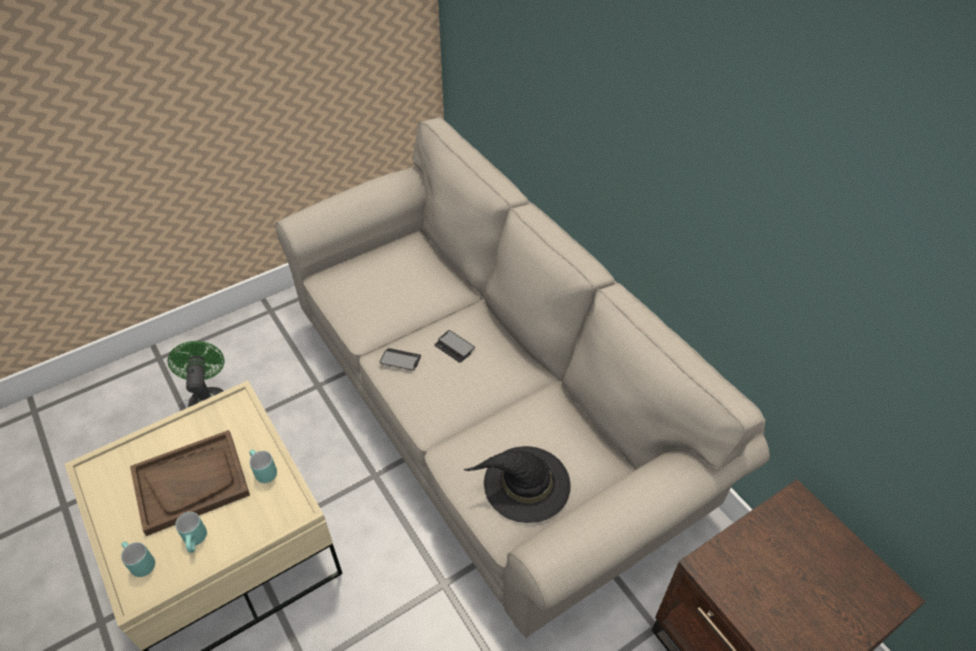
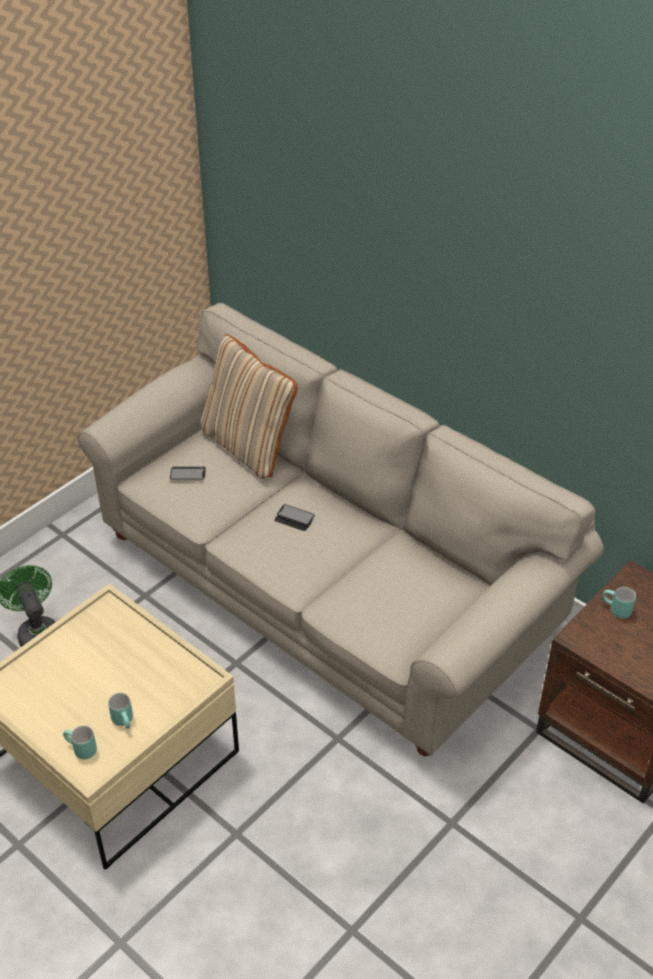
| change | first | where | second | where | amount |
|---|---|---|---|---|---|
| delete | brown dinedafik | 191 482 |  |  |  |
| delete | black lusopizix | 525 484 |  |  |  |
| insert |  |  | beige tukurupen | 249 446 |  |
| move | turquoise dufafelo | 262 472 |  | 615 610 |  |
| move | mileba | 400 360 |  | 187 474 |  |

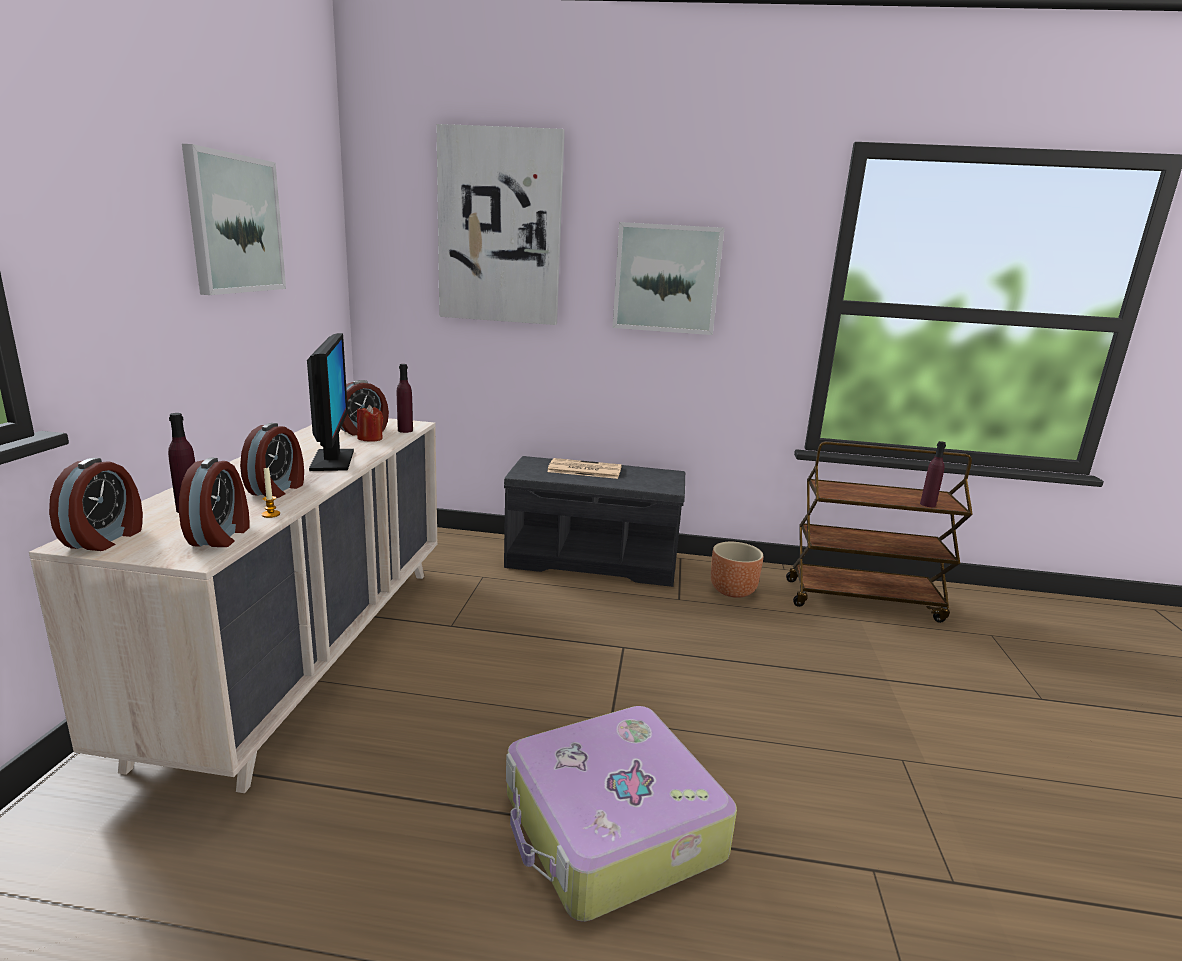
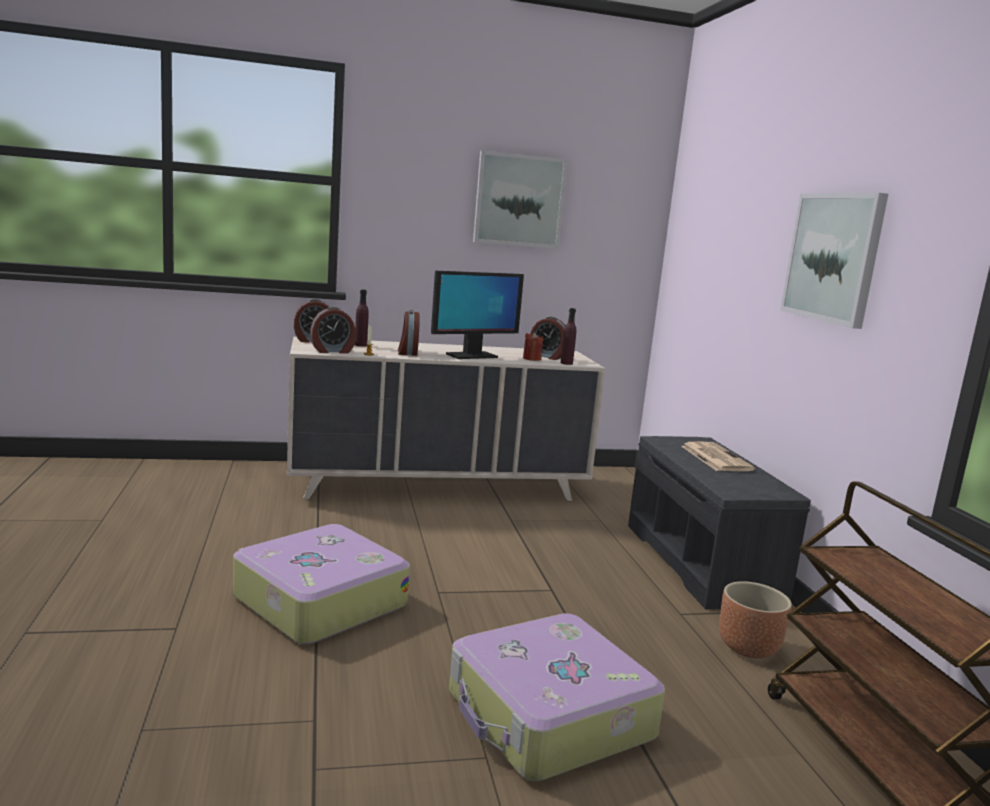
| change | first | where | second | where | amount |
|---|---|---|---|---|---|
| delete | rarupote | 500 228 |  |  |  |
| delete | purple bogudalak | 928 504 |  |  |  |
| insert |  |  | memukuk | 548 717 |  |
| rotate | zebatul | 278 489 |  | 407 352 | 90 degrees clockwise |

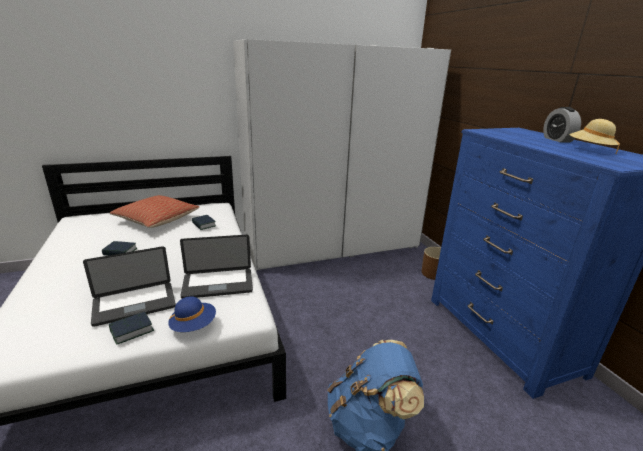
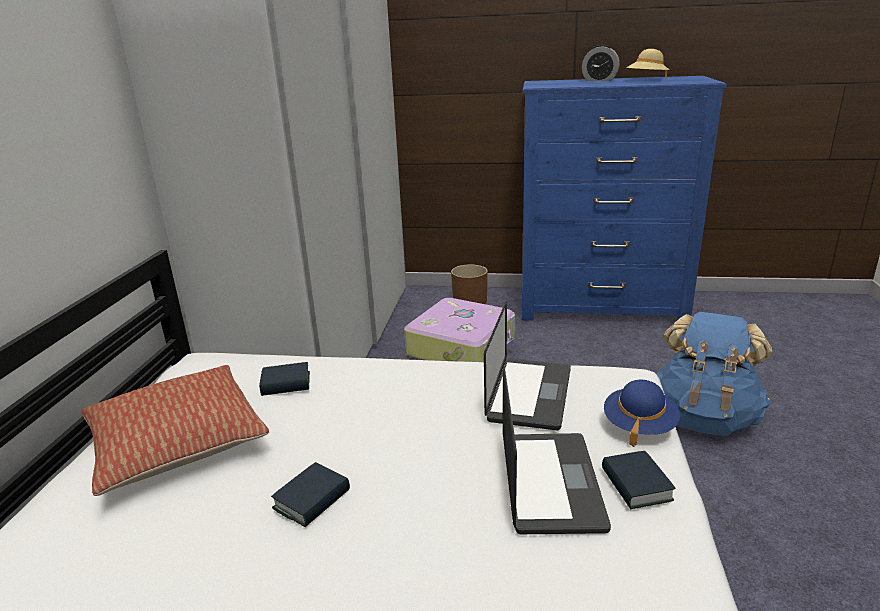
| change | first | where | second | where | amount |
|---|---|---|---|---|---|
| insert |  |  | memukuk | 462 347 |  |

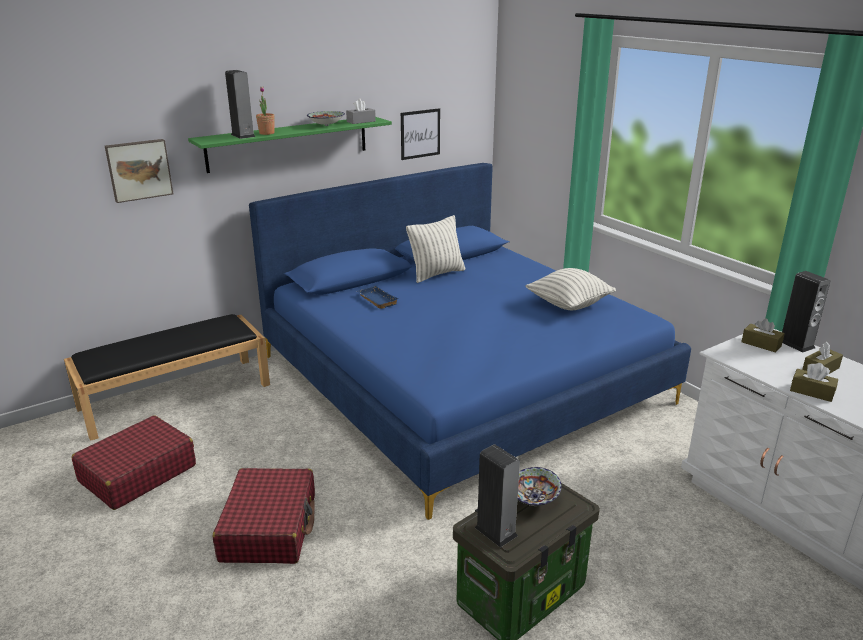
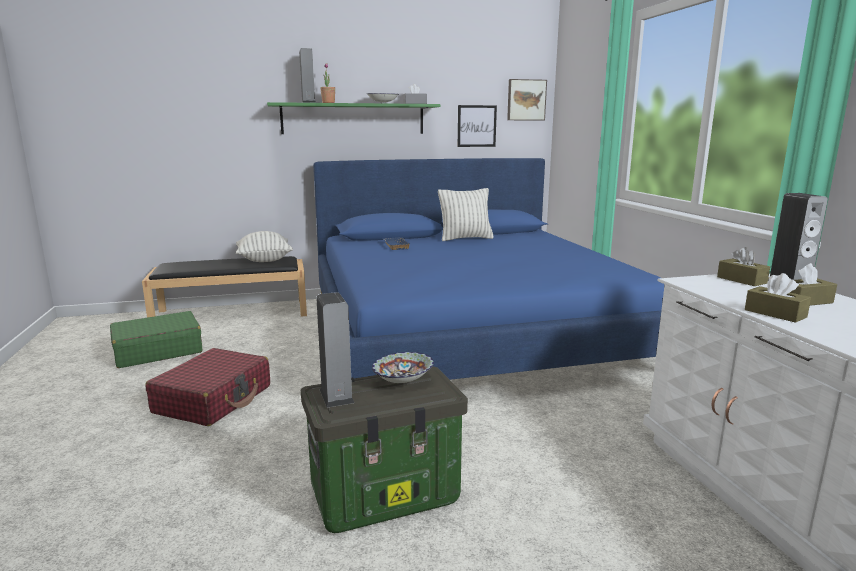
| change | first | where | second | where | amount |
|---|---|---|---|---|---|
| move | rarupote | 139 170 |  | 526 100 |  |
| move | tukurupen | 568 304 |  | 264 260 |  |
| recolor | red memukuk | 137 473 | green memukuk | 157 351 |  |

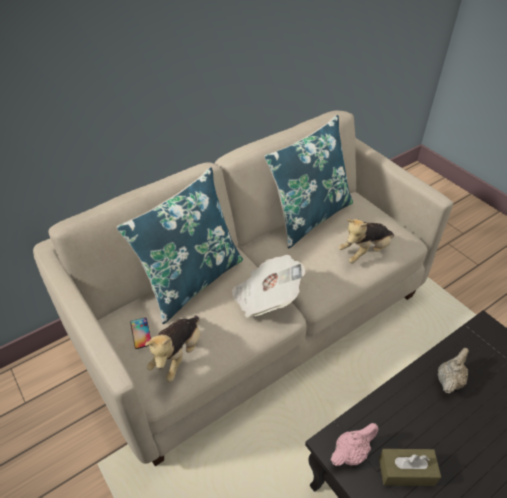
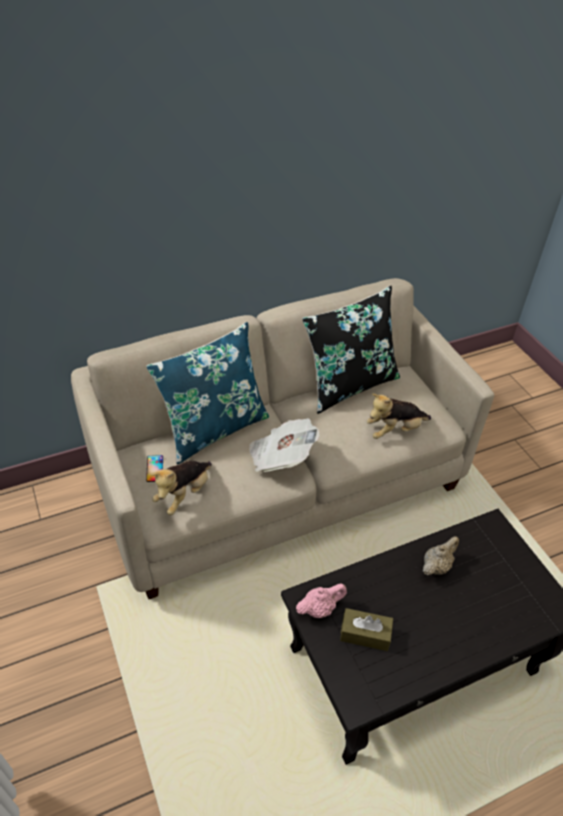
| change | first | where | second | where | amount |
|---|---|---|---|---|---|
| recolor | blue tukurupen | 309 216 | black tukurupen | 349 384 |  |

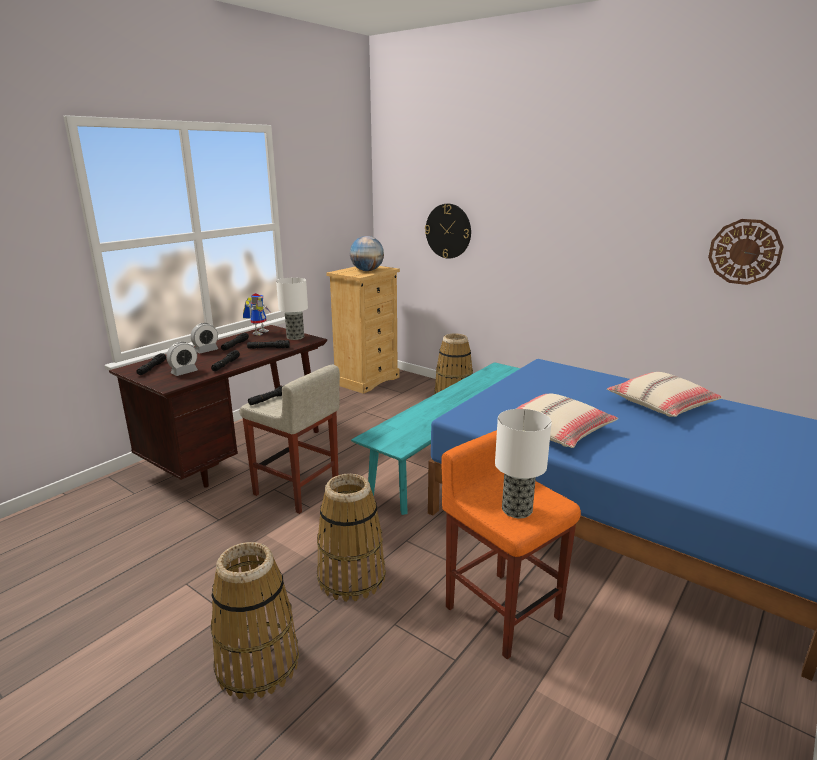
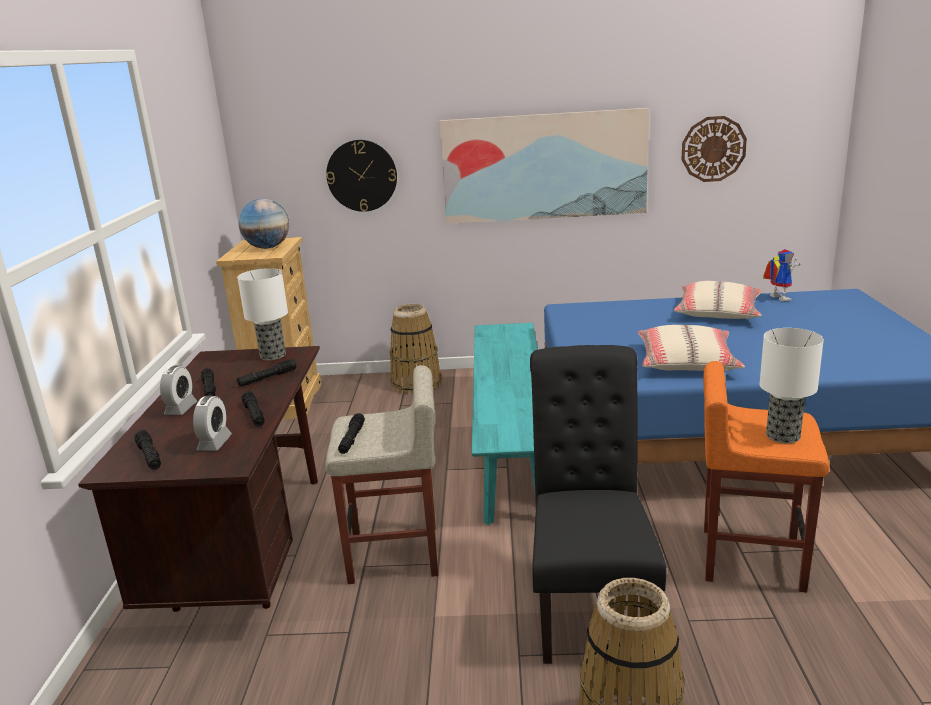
| change | first | where | second | where | amount |
|---|---|---|---|---|---|
| insert |  |  | rarupote | 544 167 |  |
| move | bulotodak | 259 332 |  | 776 298 |  |
| replace | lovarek | 352 577 | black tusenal | 590 604 |  |

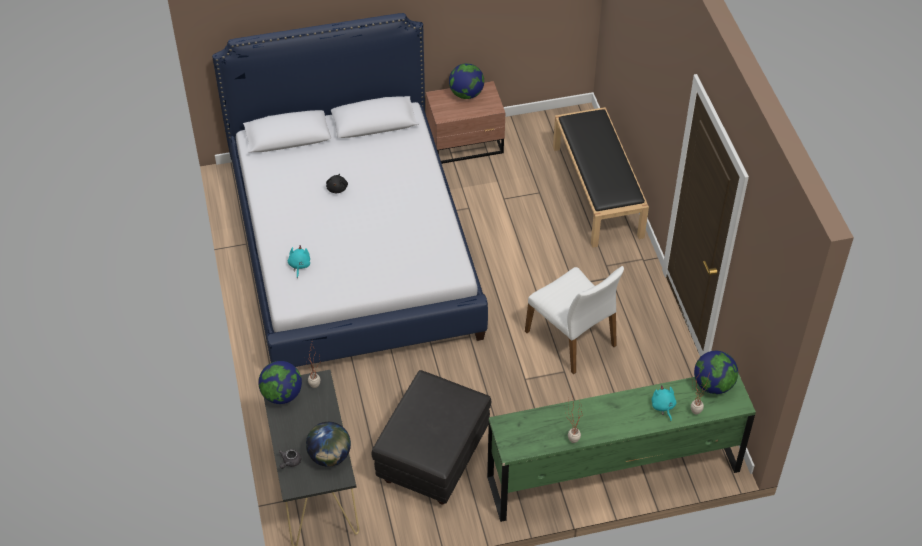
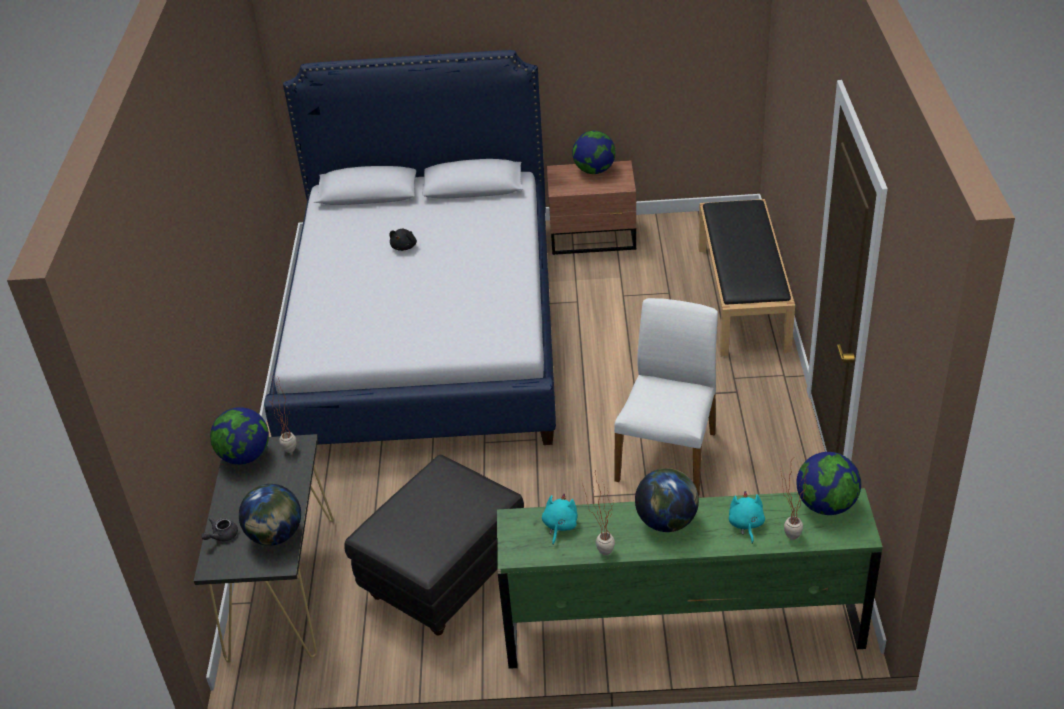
| change | first | where | second | where | amount |
|---|---|---|---|---|---|
| insert |  |  | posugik | 667 521 |  |
| move | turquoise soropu | 299 265 |  | 559 526 |  |
| rotate | white tusenal | 572 338 |  | 668 455 | 135 degrees counterclockwise |

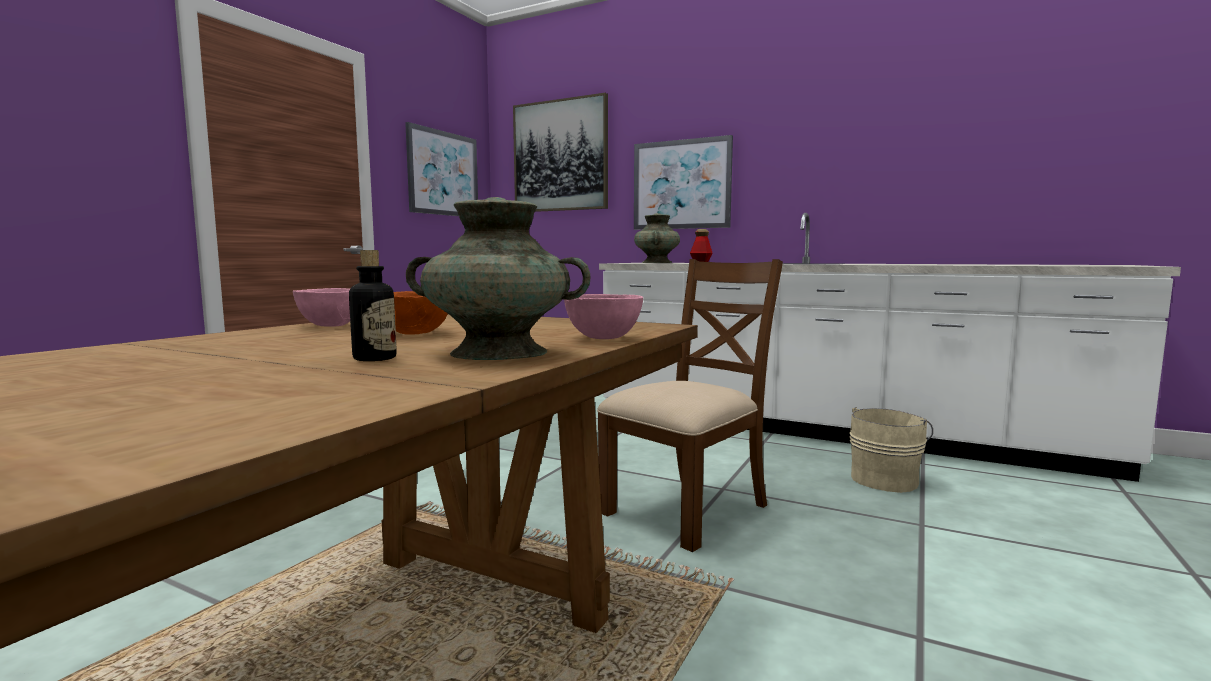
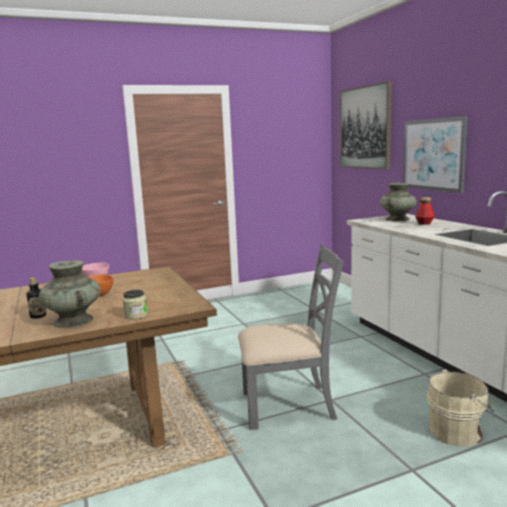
| change | first | where | second | where | amount |
|---|---|---|---|---|---|
| delete | rarupote | 443 173 |  |  |  |
| replace | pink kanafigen | 602 338 | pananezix | 136 315 |  |
| recolor | brown tusenal | 687 509 | grey tusenal | 289 405 |  |

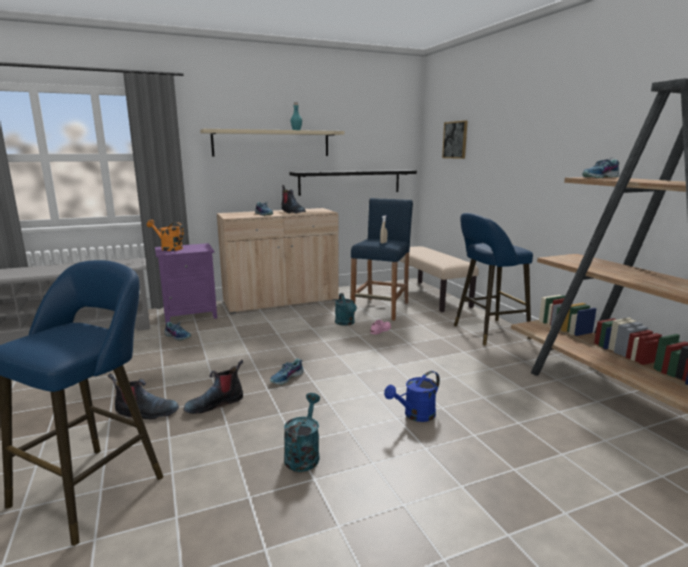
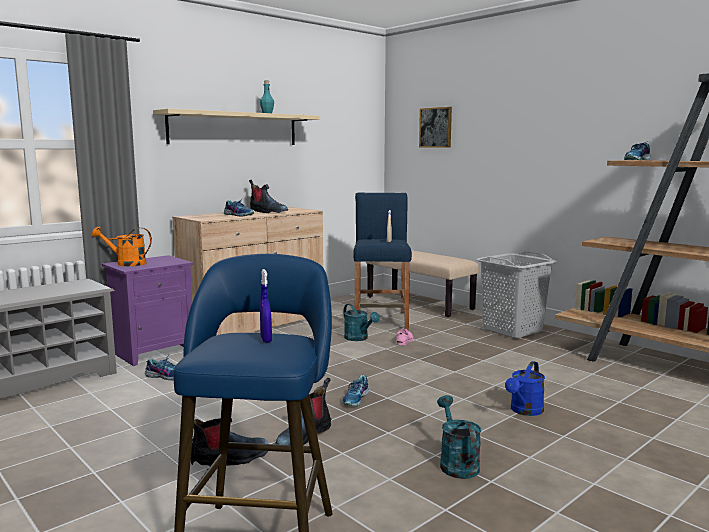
| change | first | where | second | where | amount |
|---|---|---|---|---|---|
| delete | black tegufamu | 350 182 |  |  |  |
| insert |  |  | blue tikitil | 266 339 |  |
| replace | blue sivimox | 487 332 | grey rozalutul | 512 330 |  |

